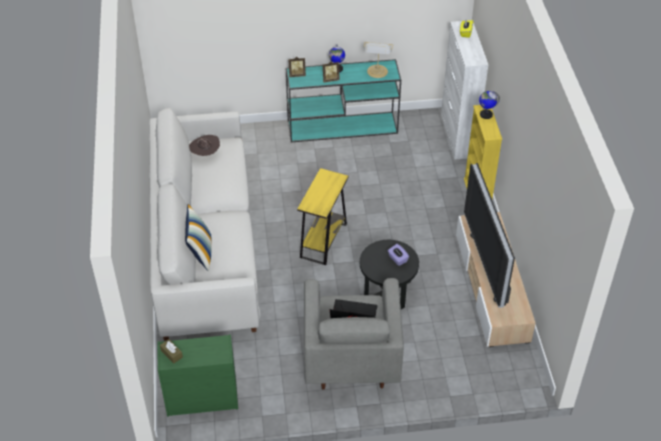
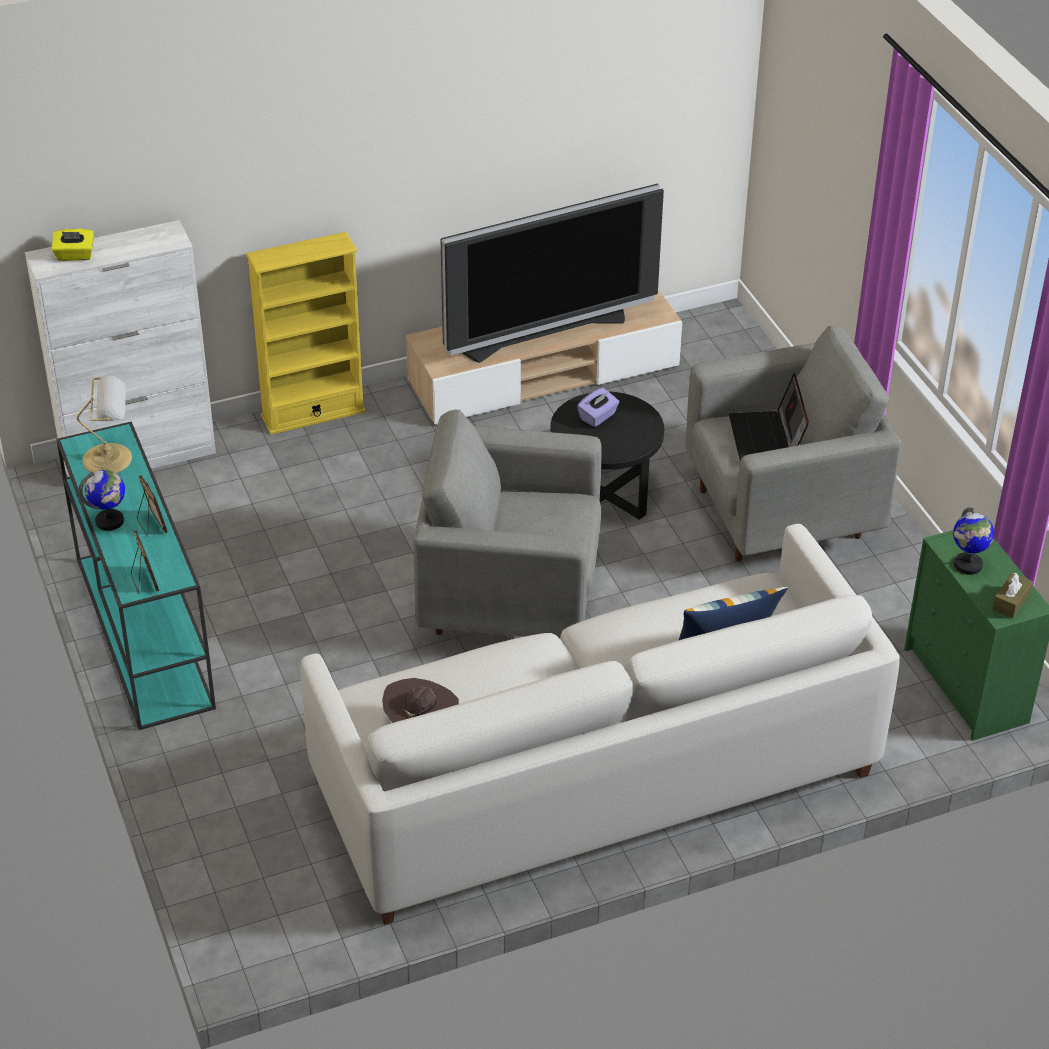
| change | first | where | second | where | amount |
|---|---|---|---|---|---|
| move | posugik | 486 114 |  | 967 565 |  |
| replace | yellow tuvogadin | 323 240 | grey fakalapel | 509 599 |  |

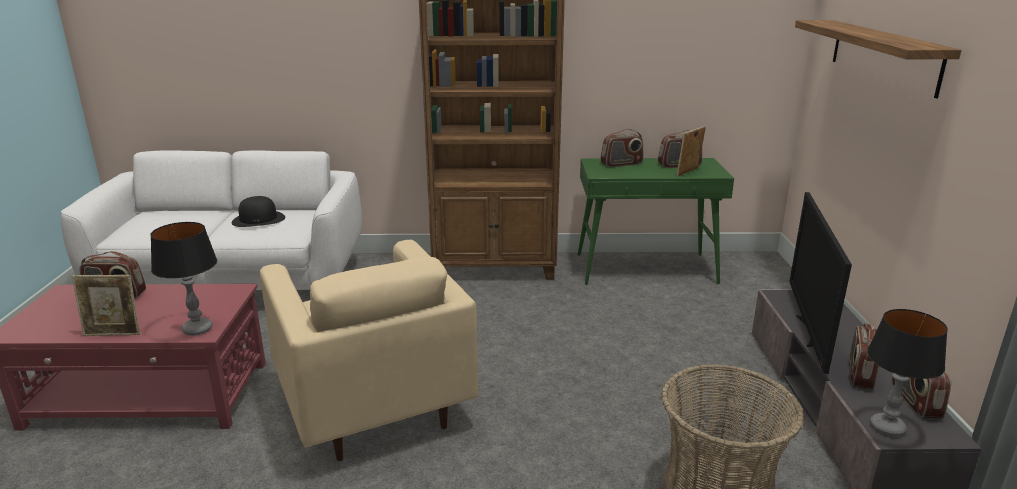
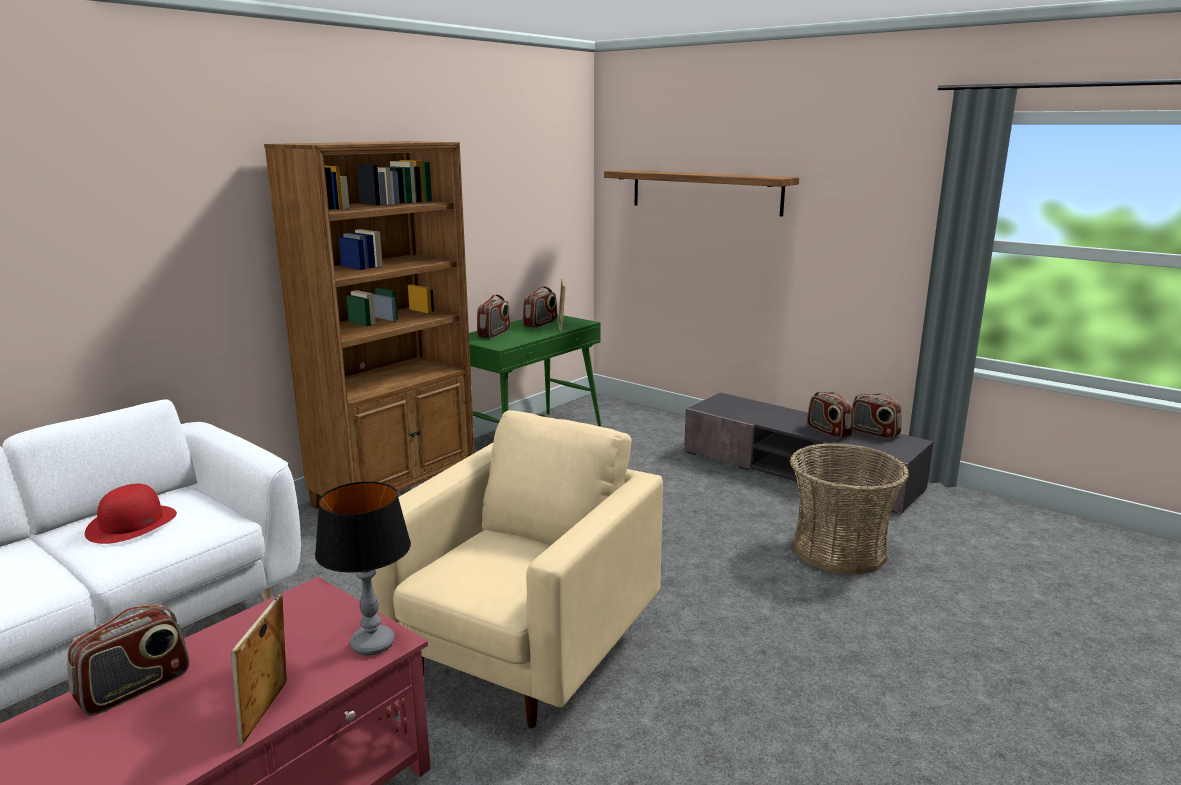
| change | first | where | second | where | amount |
|---|---|---|---|---|---|
| delete | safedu | 808 331 |  |  |  |
| delete | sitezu | 887 428 |  |  |  |
| recolor | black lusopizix | 258 219 | red lusopizix | 132 523 |  |
| rotate | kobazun | 113 334 |  | 267 714 | 150 degrees clockwise |
| rotate | beige fakalapel | 371 404 |  | 525 651 | 75 degrees counterclockwise |

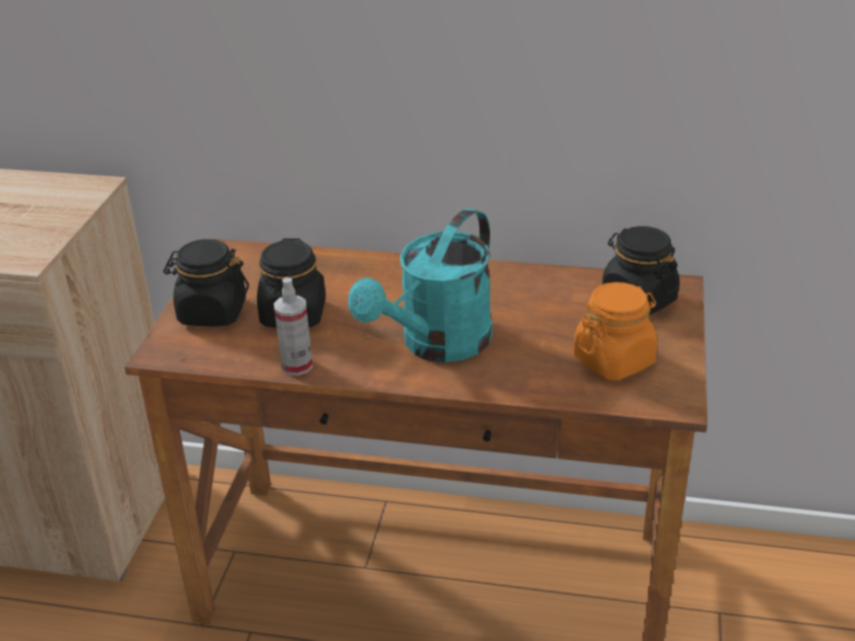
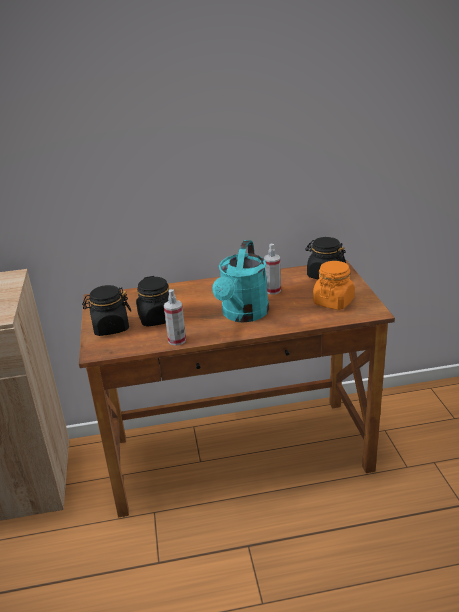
| change | first | where | second | where | amount |
|---|---|---|---|---|---|
| insert |  |  | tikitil | 272 290 |  |

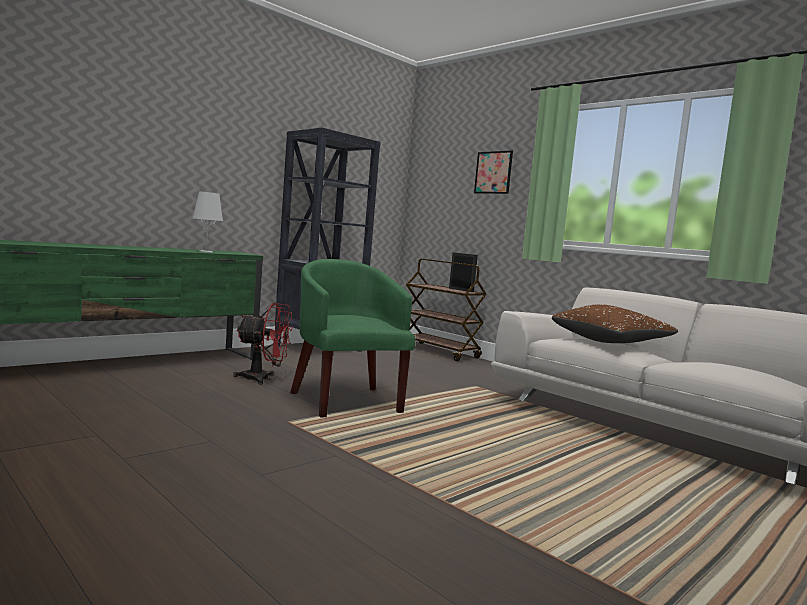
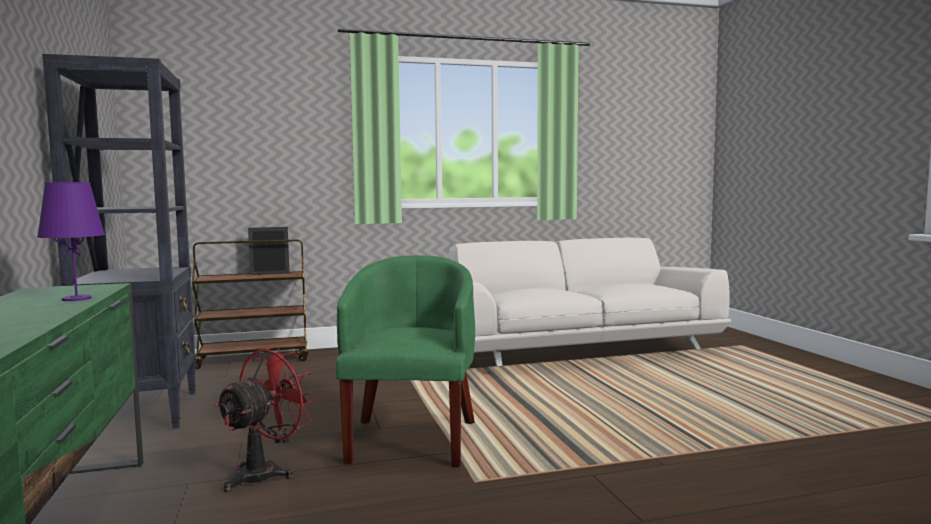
| change | first | where | second | where | amount |
|---|---|---|---|---|---|
| delete | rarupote | 493 172 |  |  |  |
| delete | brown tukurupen | 610 342 |  |  |  |
| recolor | white sitezu | 206 252 | purple sitezu | 76 299 |  |
| rotate | green fakalapel | 345 401 |  | 412 439 | 90 degrees clockwise |

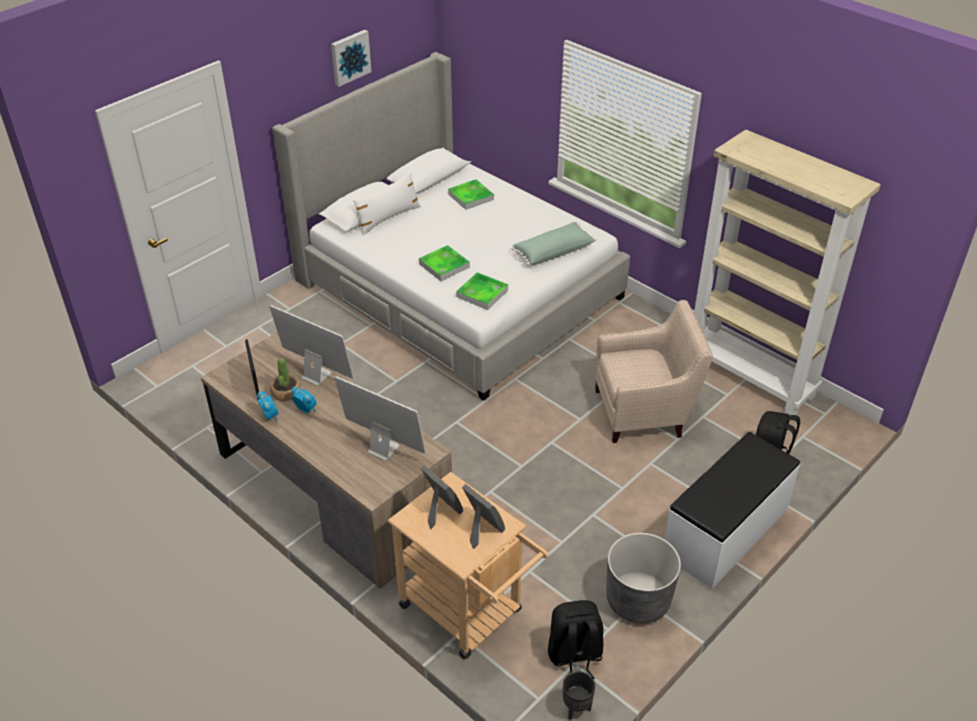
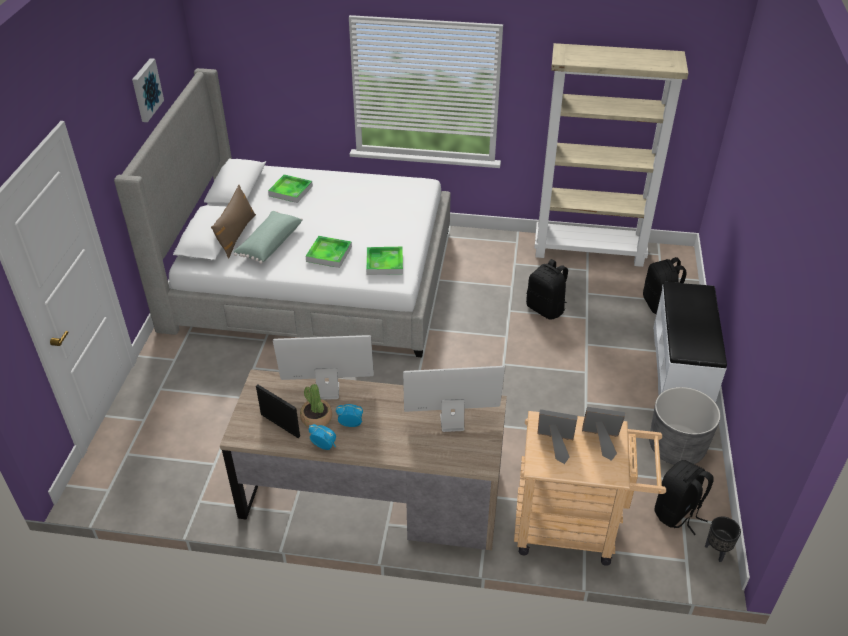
| change | first | where | second | where | amount |
|---|---|---|---|---|---|
| move | green tukurupen | 553 251 |  | 269 244 |  |
| replace | beige fakalapel | 645 412 | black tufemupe | 546 309 |  |
| recolor | white tukurupen | 388 218 | brown tukurupen | 236 235 |  |

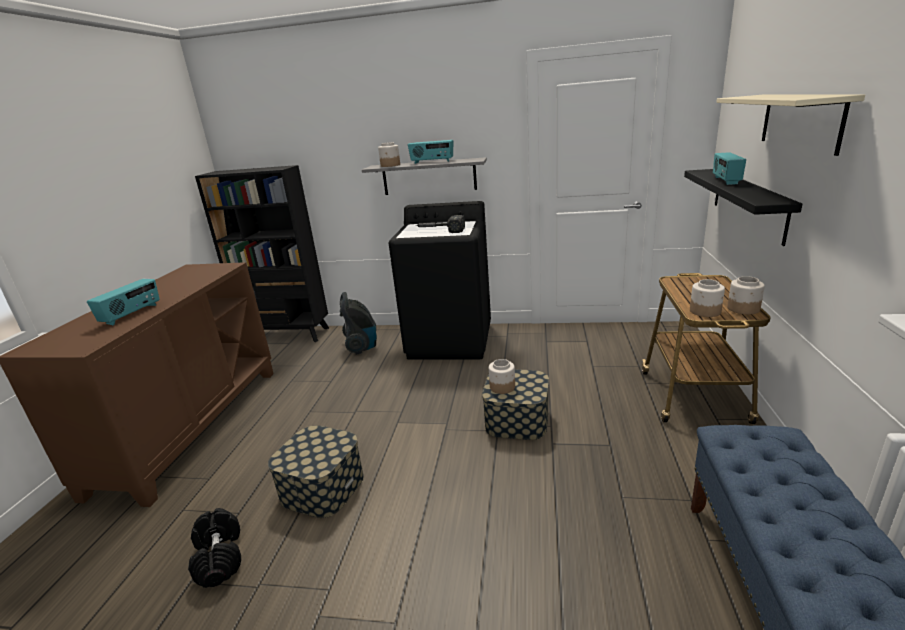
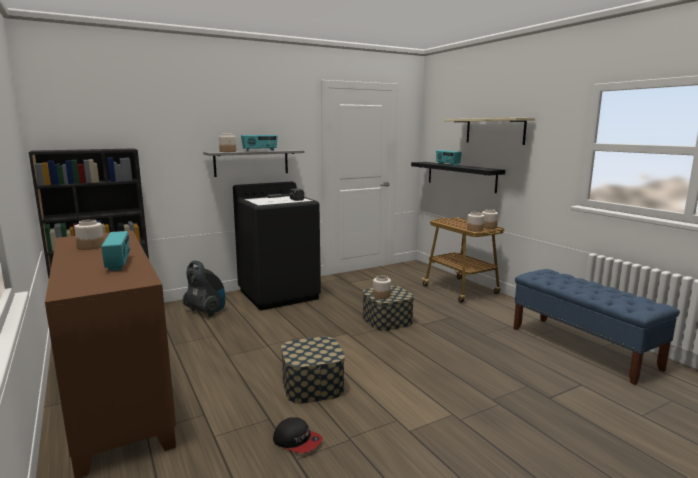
| change | first | where | second | where | amount |
|---|---|---|---|---|---|
| insert |  |  | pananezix | 91 246 |  |
| replace | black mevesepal | 220 558 | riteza | 297 441 |  |

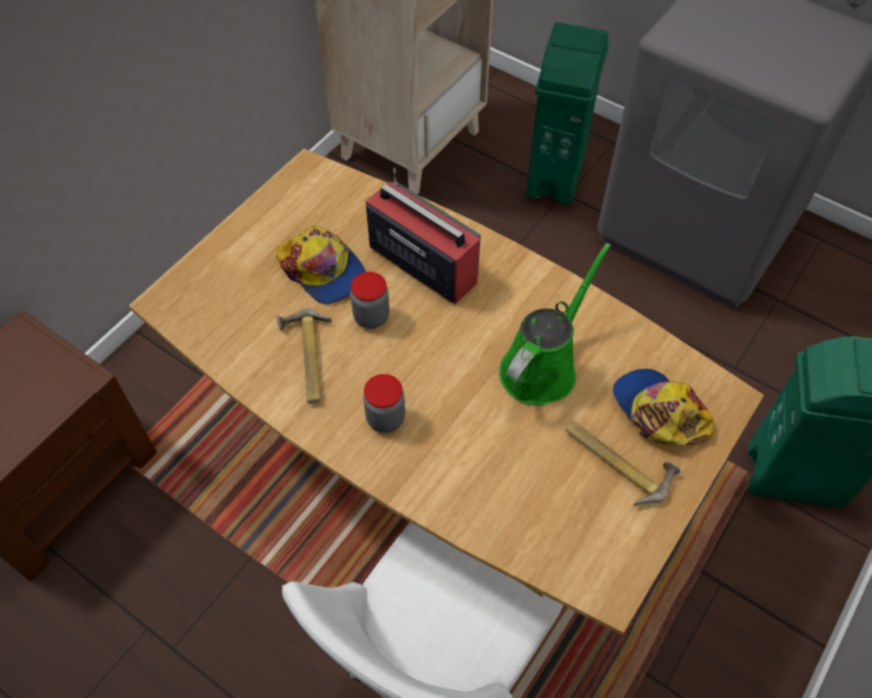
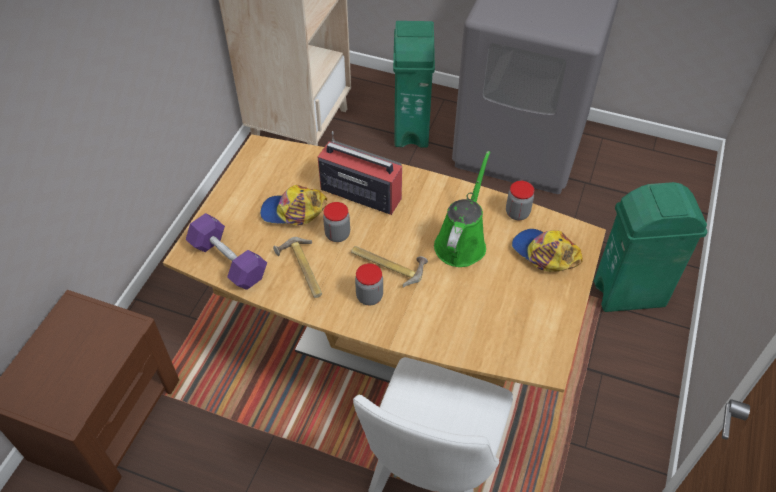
| change | first | where | second | where | amount |
|---|---|---|---|---|---|
| insert |  |  | purple mevesepal | 228 261 |  |
| insert |  |  | pananezix | 517 213 |  |
| move | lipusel | 618 460 |  | 388 264 |  |
| rotate | riteza | 322 270 |  | 293 211 | 150 degrees clockwise |

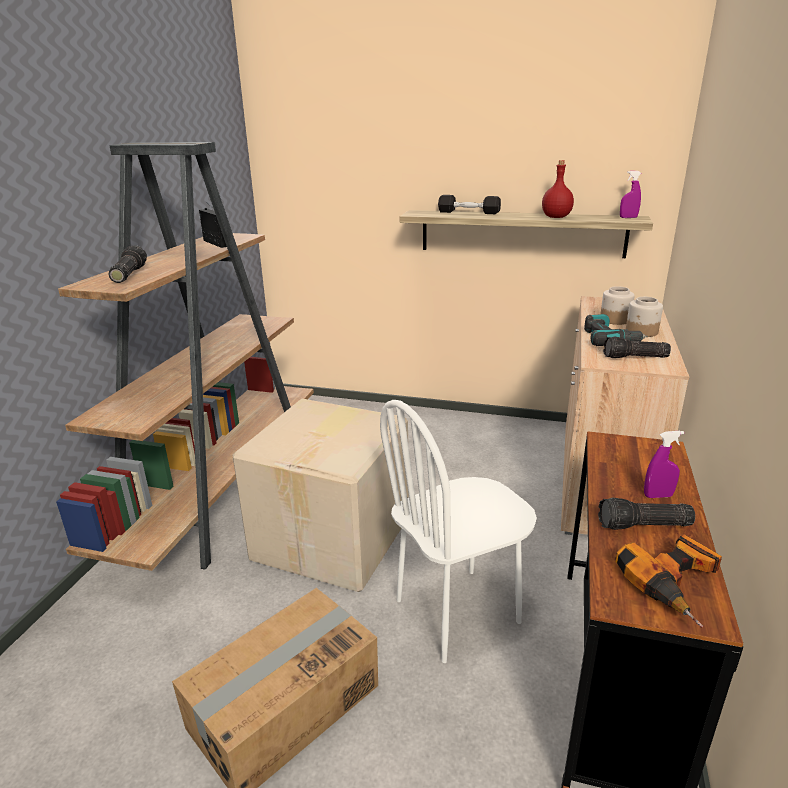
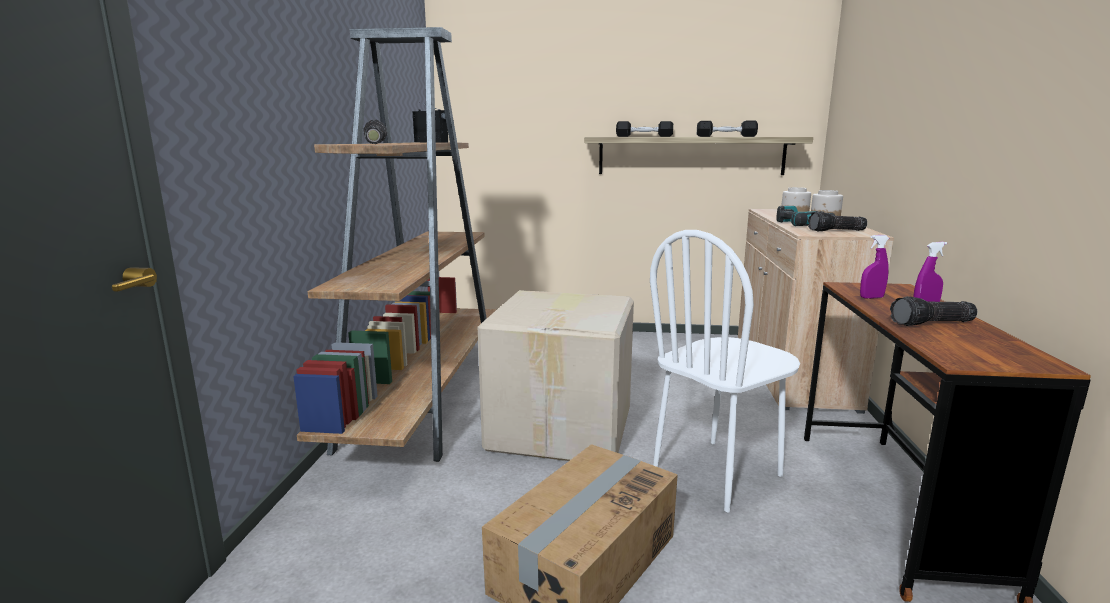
| change | first | where | second | where | amount |
|---|---|---|---|---|---|
| delete | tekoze | 676 584 |  |  |  |
| move | purple tikitil | 628 217 |  | 871 297 |  |
| replace | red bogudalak | 556 217 | black mevesepal | 726 136 |  |

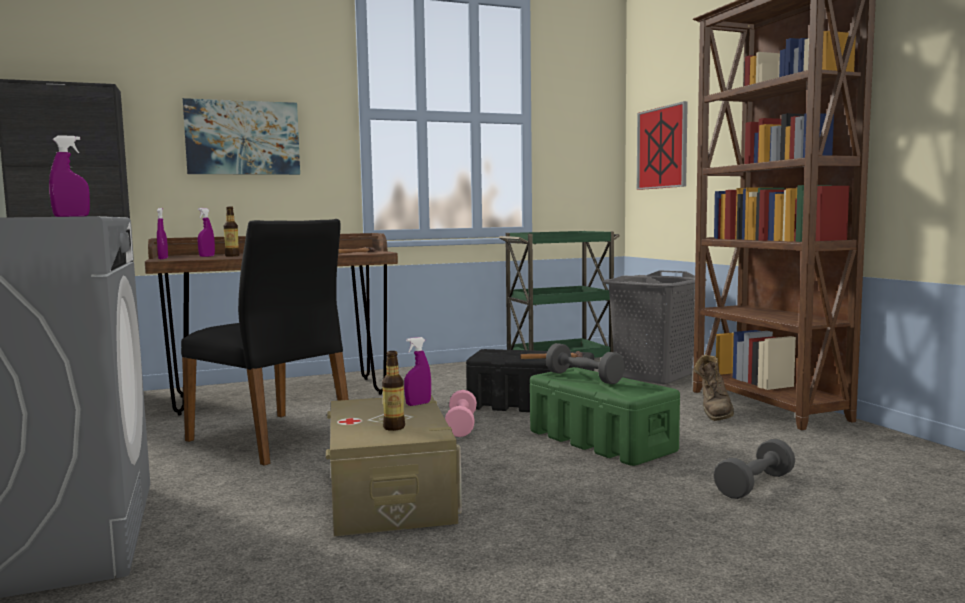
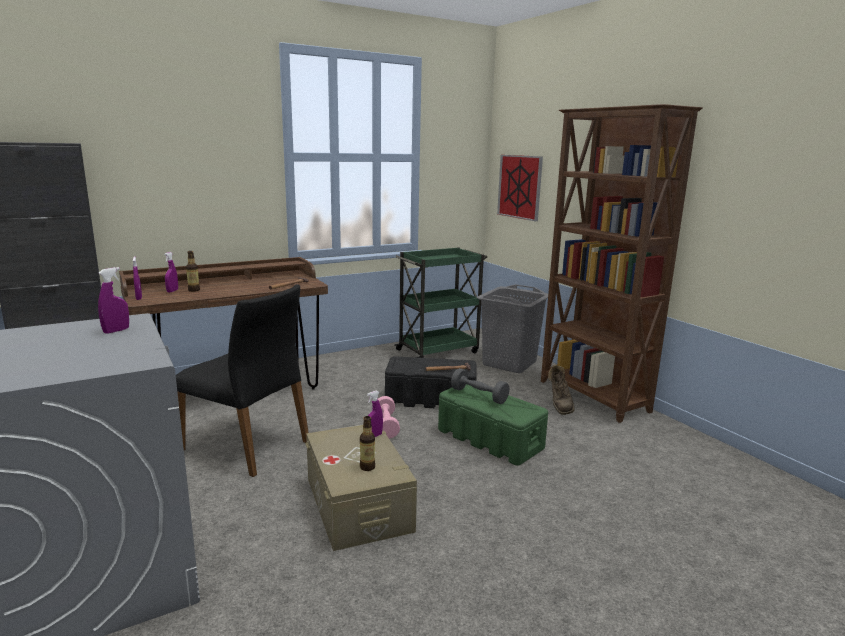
| change | first | where | second | where | amount |
|---|---|---|---|---|---|
| delete | rarupote | 243 138 |  |  |  |
| delete | grey mevesepal | 754 485 |  |  |  |

